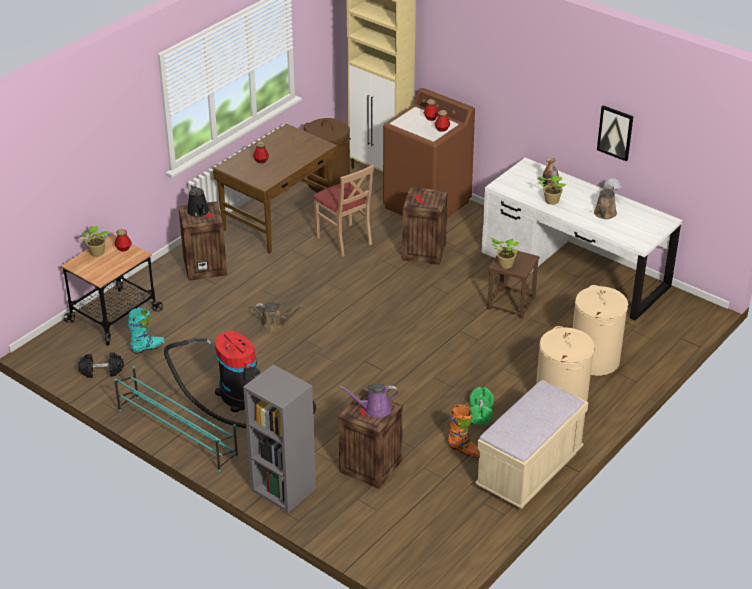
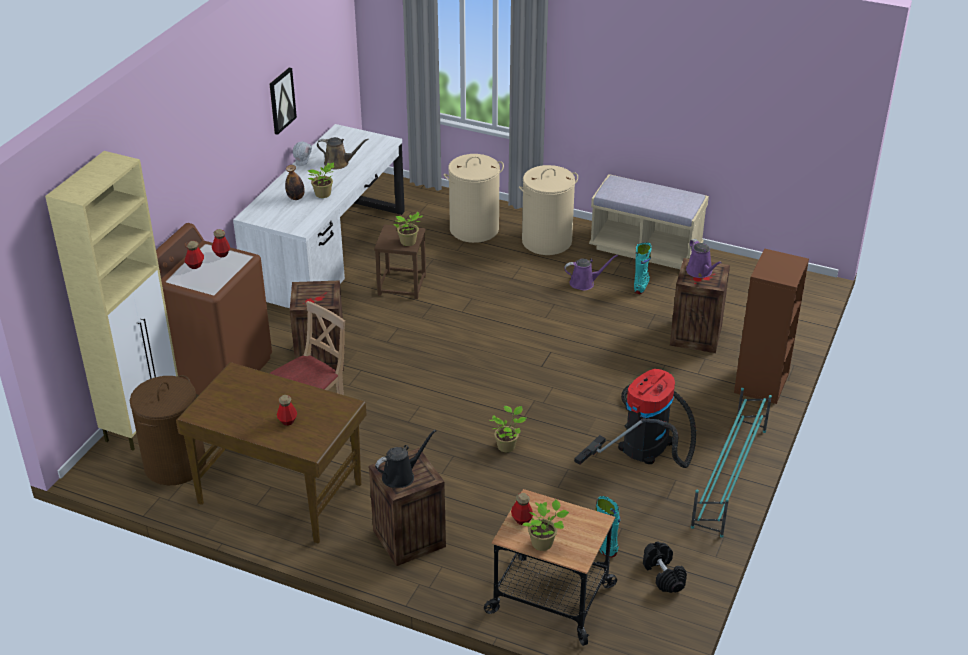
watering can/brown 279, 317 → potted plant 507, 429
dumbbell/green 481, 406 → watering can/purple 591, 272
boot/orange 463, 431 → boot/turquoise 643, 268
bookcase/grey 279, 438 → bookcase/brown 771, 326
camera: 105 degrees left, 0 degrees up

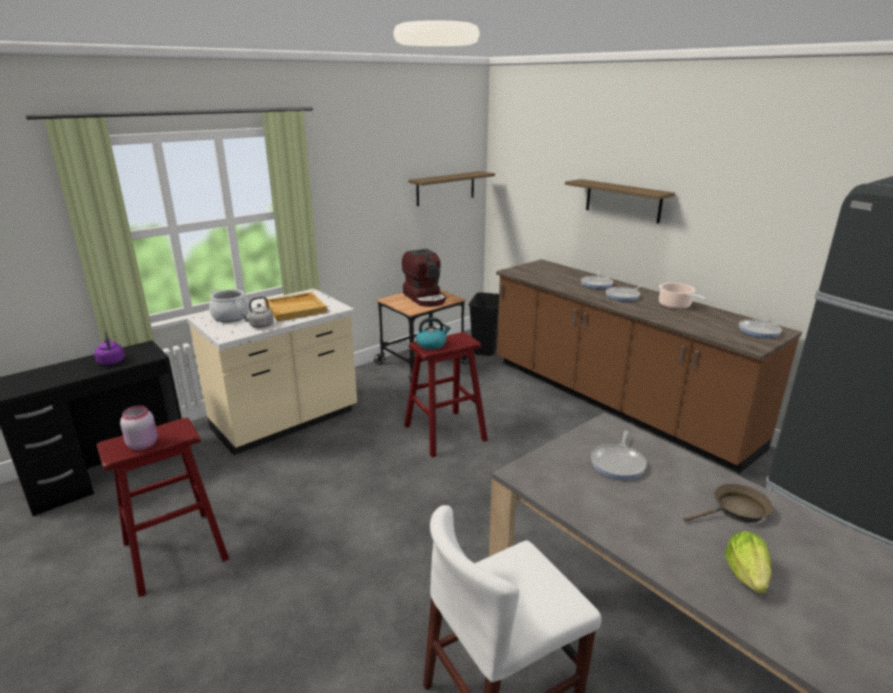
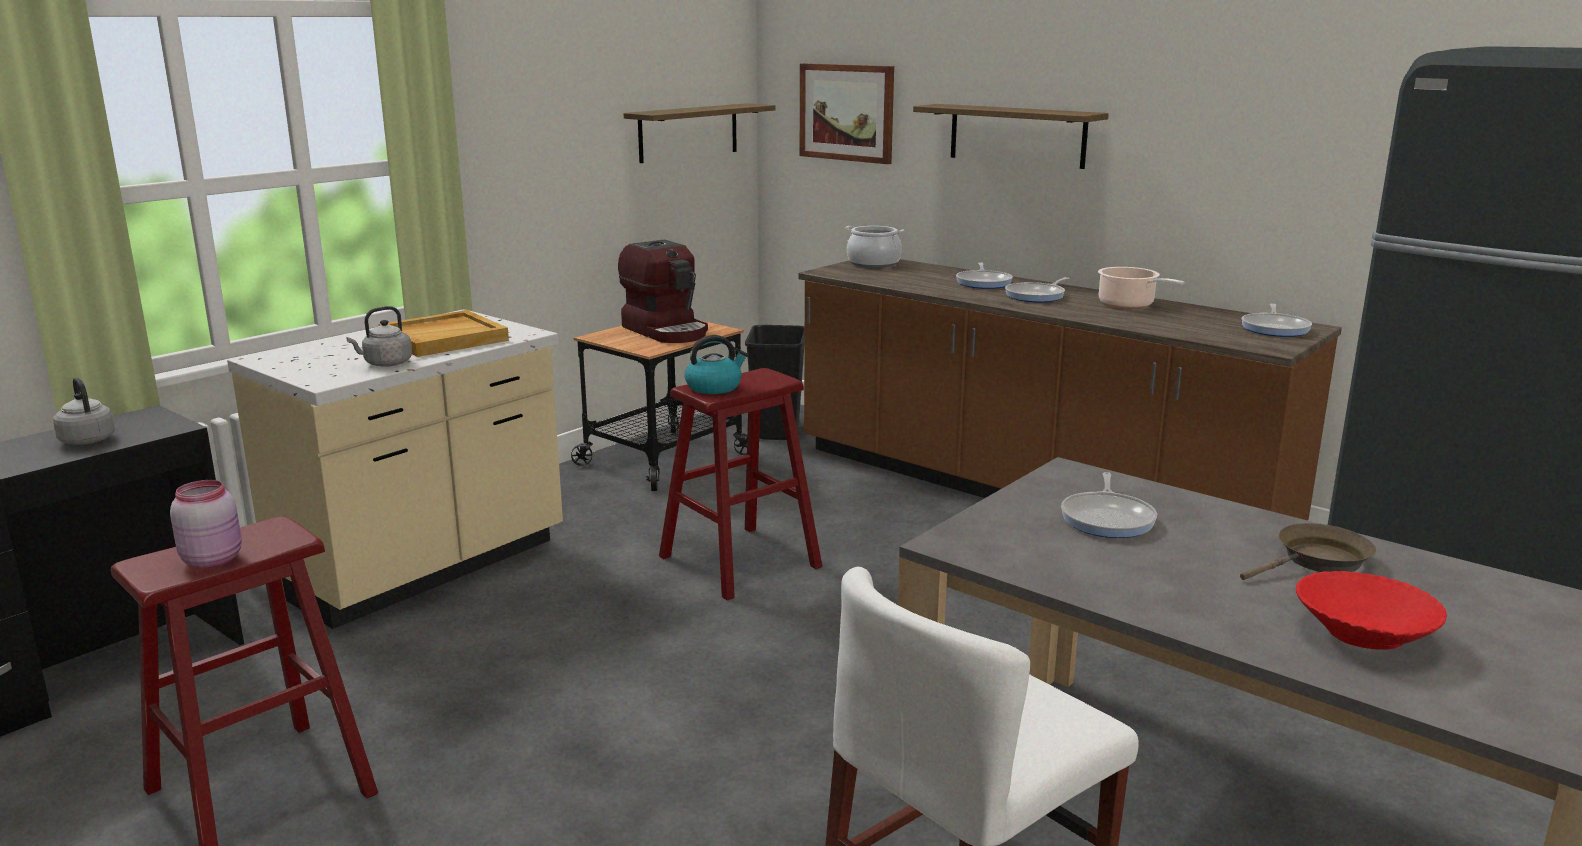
kettle/purple 109, 348 → kettle/grey 84, 411
- → picture 847, 113
cooking pot 229, 305 → cooking pot 875, 247, relocated
lettuce 748, 562 → bowl/red 1371, 610
camera: 10 degrees left, 5 degrees down

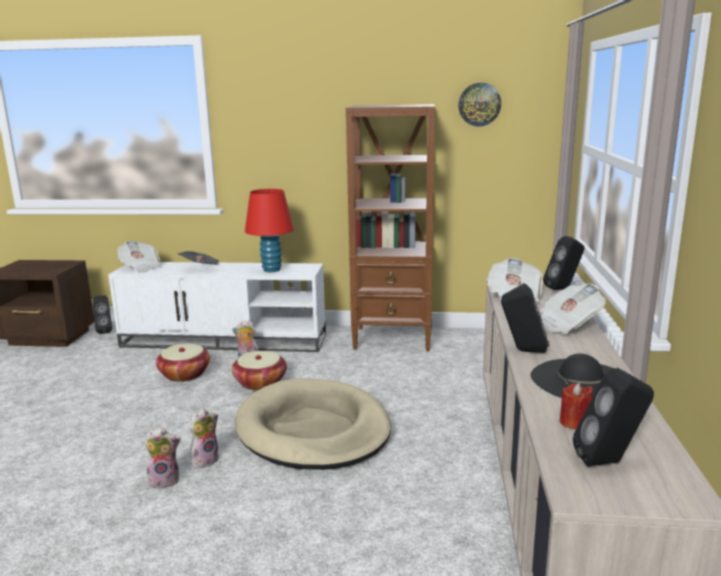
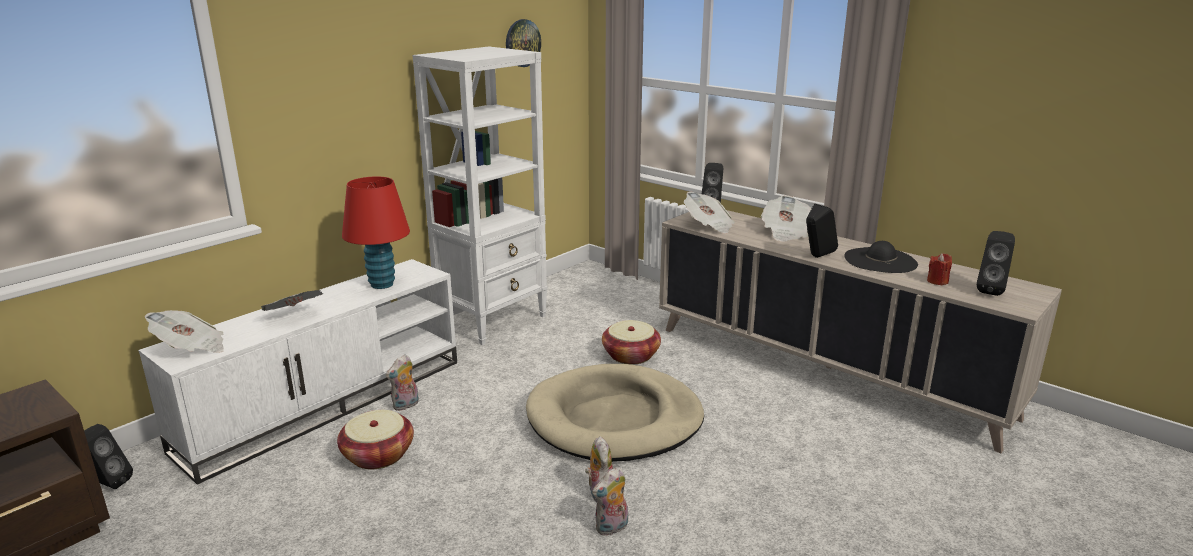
bookcase/brown 390, 227 → bookcase/white 480, 196
plush toy 163, 458 → plush toy 610, 501, 150 degrees counterclockwise
basket 259, 371 → basket 631, 342, relocated
camera: 55 degrees left, 5 degrees up

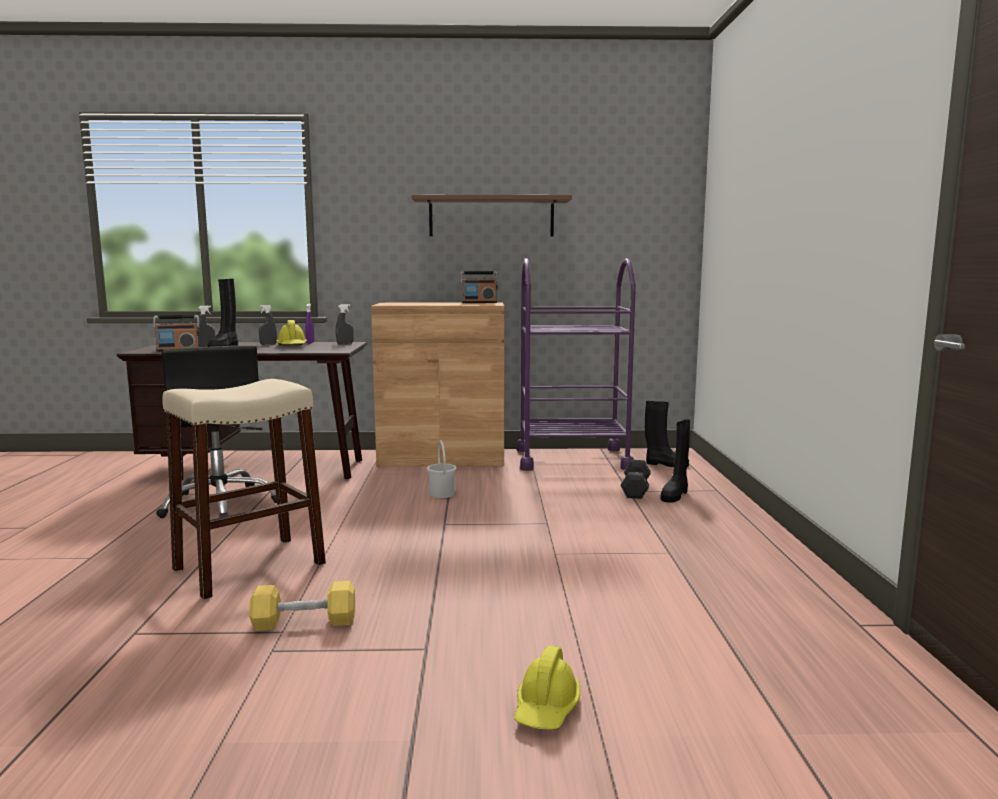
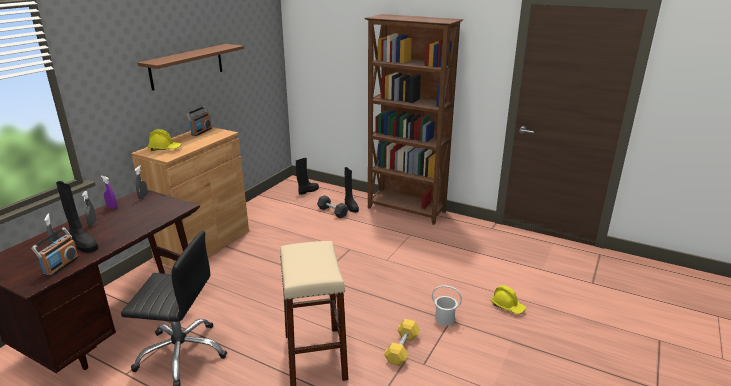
hard hat/yellow 291, 332 → hard hat/yellow 164, 140, relocated
- → bookcase/brown 413, 119
bucket/white 442, 469 → bucket/white 447, 305, relocated
cart/purple 576, 364 → -
camera: 60 degrees left, 15 degrees up

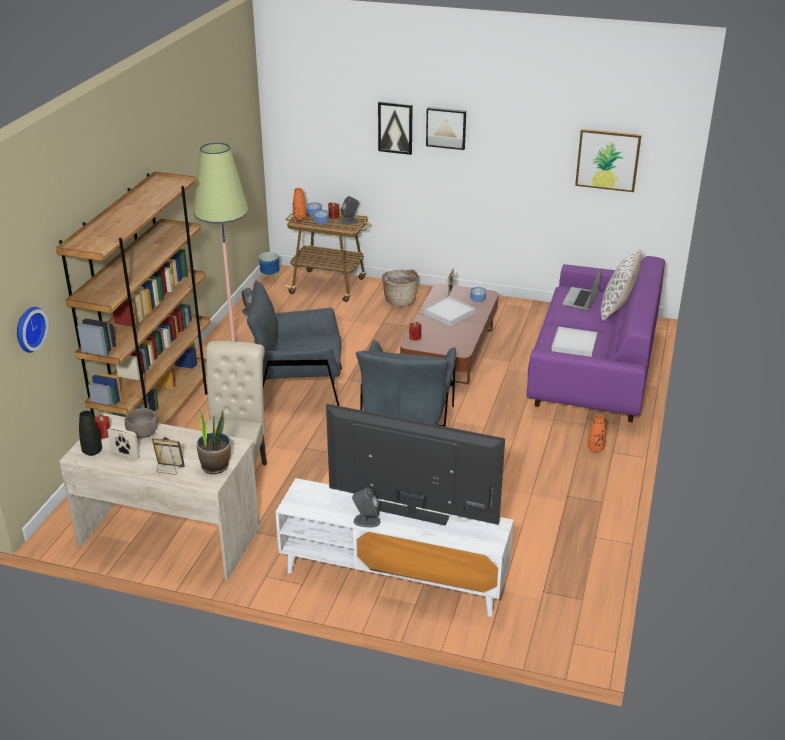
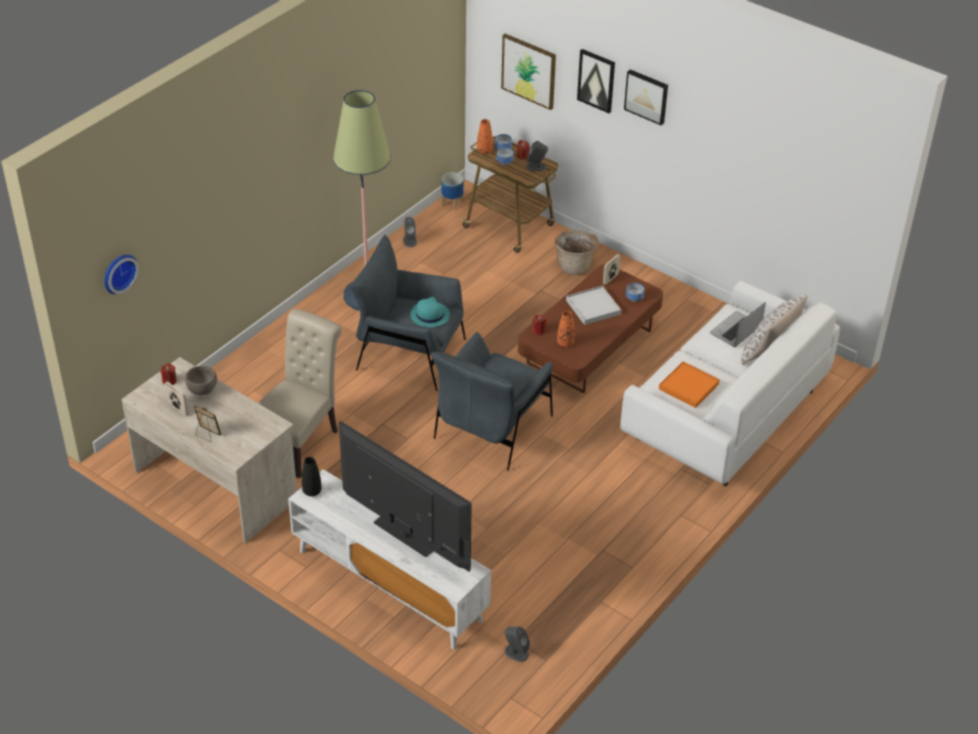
vase/black 90, 433 → vase/black 312, 476, relocated
- → hat/turquoise 430, 311
picture 608, 160 → picture 528, 72, relocated
speaker/grey 366, 508 → speaker/grey 517, 644, relocated
vase/orange 597, 434 → vase/orange 566, 329, relocated
sofa/purple 596, 339 → sofa/white 730, 383
tray/white 574, 342 → tray/orange 689, 385
bookcase/brown 133, 297 → -
potted plant 214, 442 → -
camera: 20 degrees right, 10 degrees up

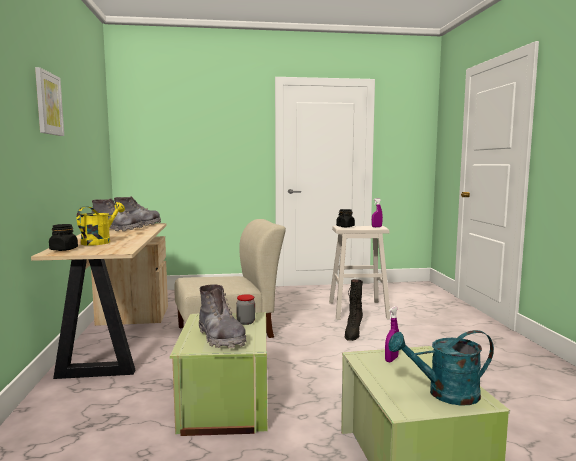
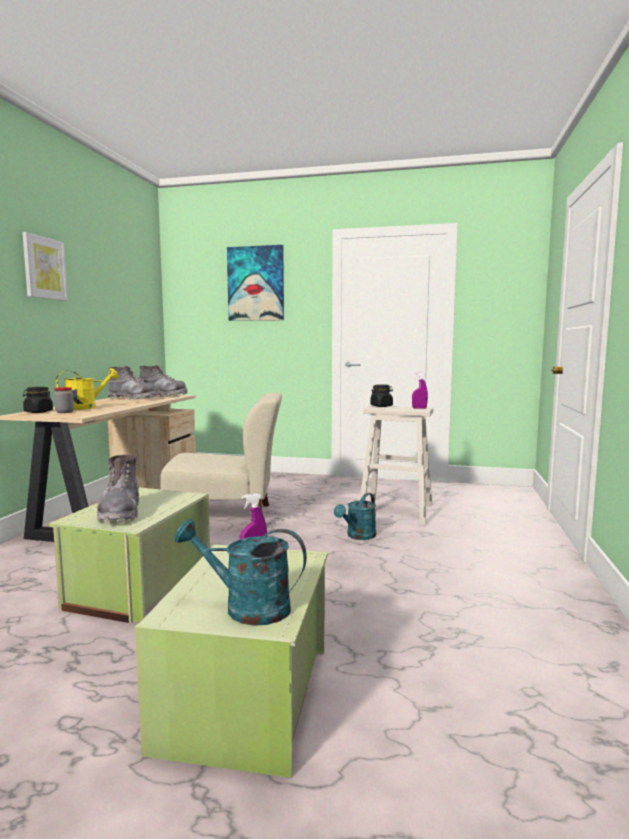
jar 245, 309 → jar 64, 400, relocated
- → picture 255, 283
boot/black 354, 310 → watering can/turquoise 355, 516
camera: 20 degrees right, 0 degrees up

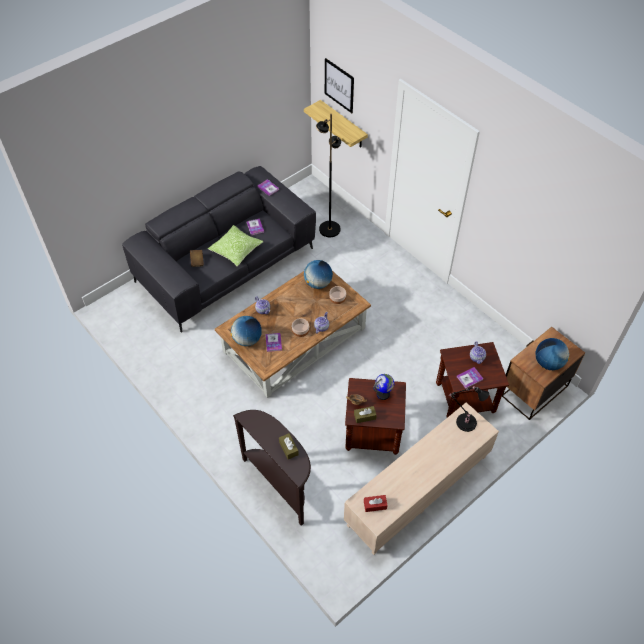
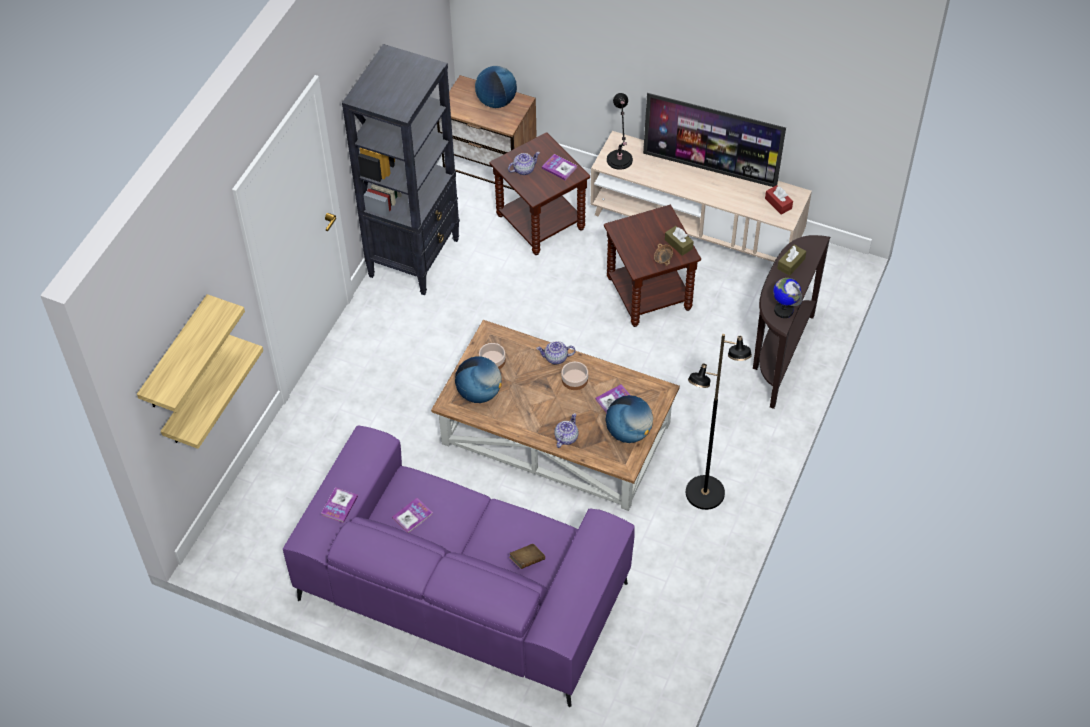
picture 339, 85 → shelf 191, 353
sofa/grey 219, 249 → sofa/purple 459, 566
- → bookcase/black 401, 169
- → television 714, 140
floor lamp/black 328, 175 → floor lamp/black 719, 422, relocated
globe 383, 387 → globe 788, 298, relocated
pillow 235, 245 → -
camera: 115 degrees left, 0 degrees up

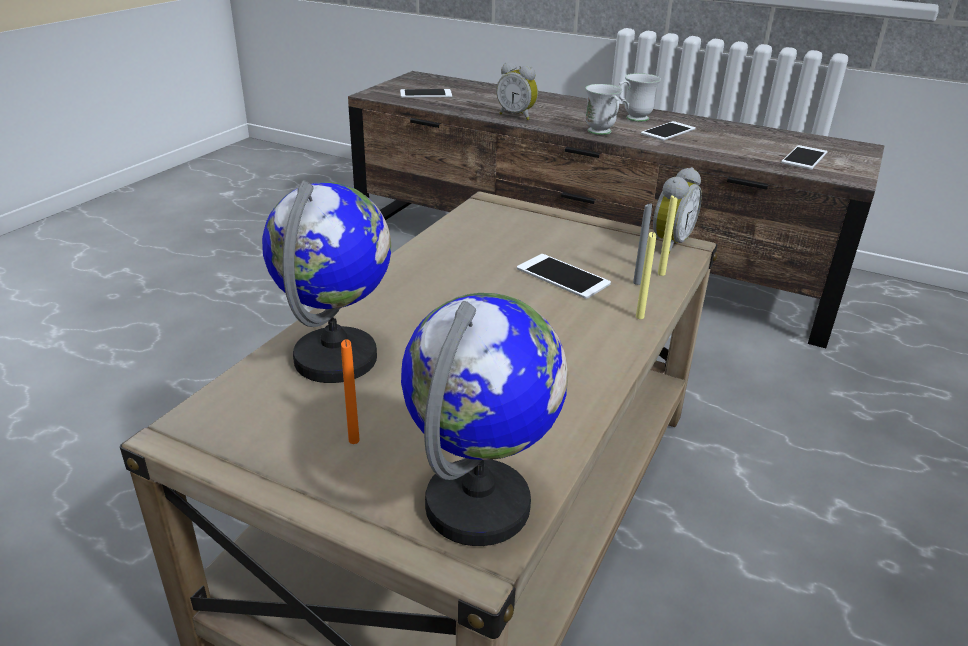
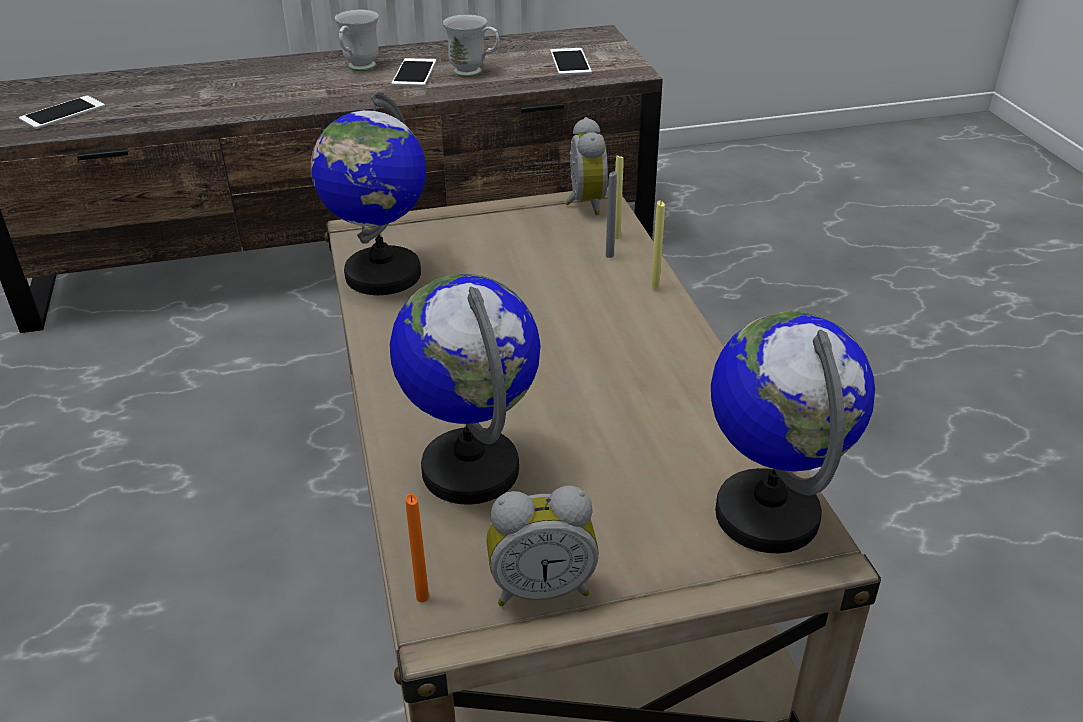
- → globe 368, 193
candle/orange 350, 391 → candle/orange 417, 548, relocated
mug/white 604, 109 → mug/white 471, 45, relocated
alarm clock 517, 91 → alarm clock 542, 546, relocated
phone 564, 276 → -
camera: 40 degrees left, 5 degrees up

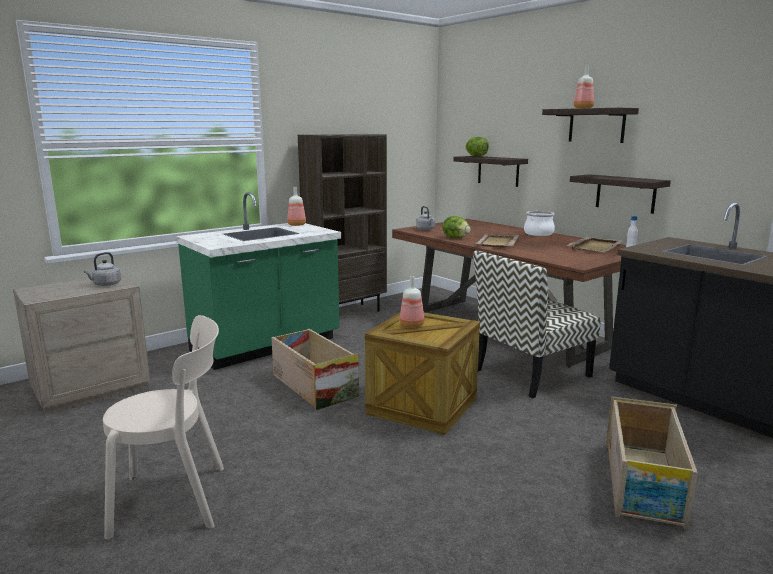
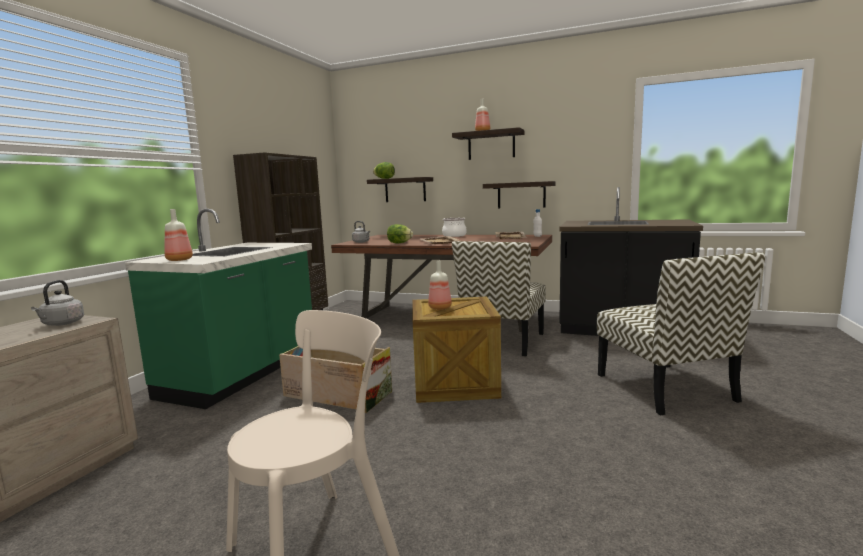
bottle 296, 206 → bottle 178, 235, relocated
crate 652, 463 → chair 681, 334
camera: 30 degrees left, 5 degrees down

